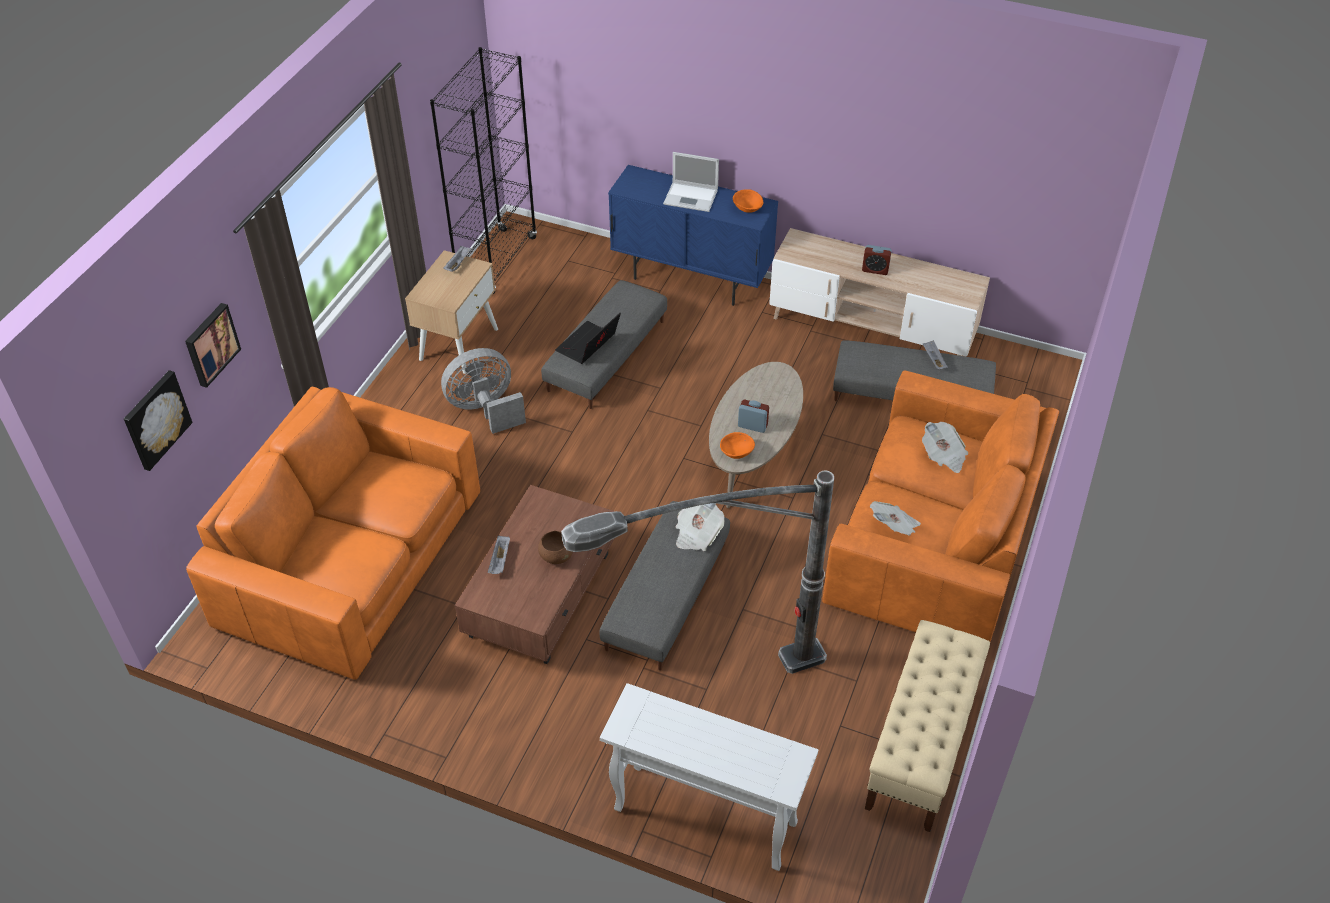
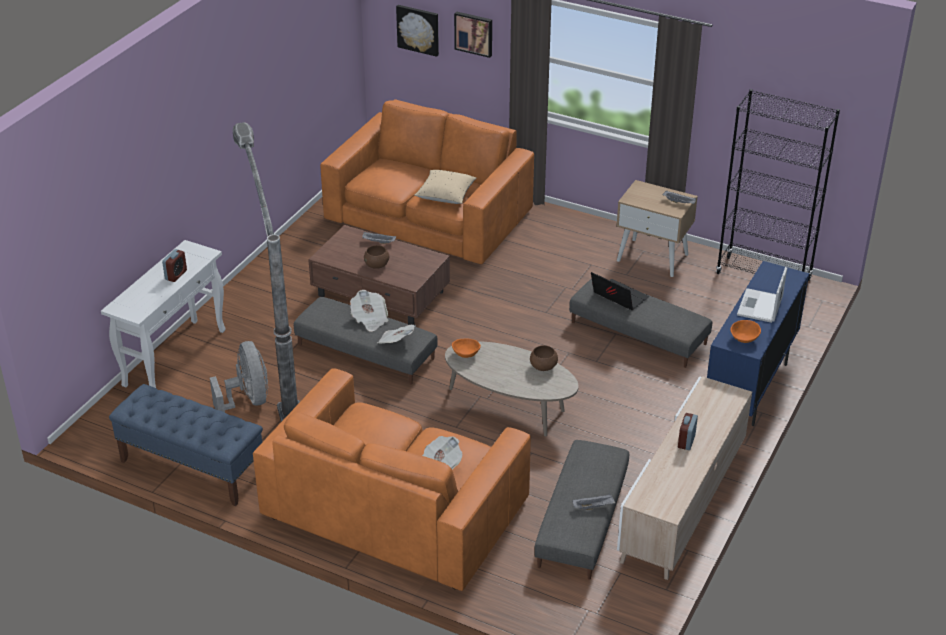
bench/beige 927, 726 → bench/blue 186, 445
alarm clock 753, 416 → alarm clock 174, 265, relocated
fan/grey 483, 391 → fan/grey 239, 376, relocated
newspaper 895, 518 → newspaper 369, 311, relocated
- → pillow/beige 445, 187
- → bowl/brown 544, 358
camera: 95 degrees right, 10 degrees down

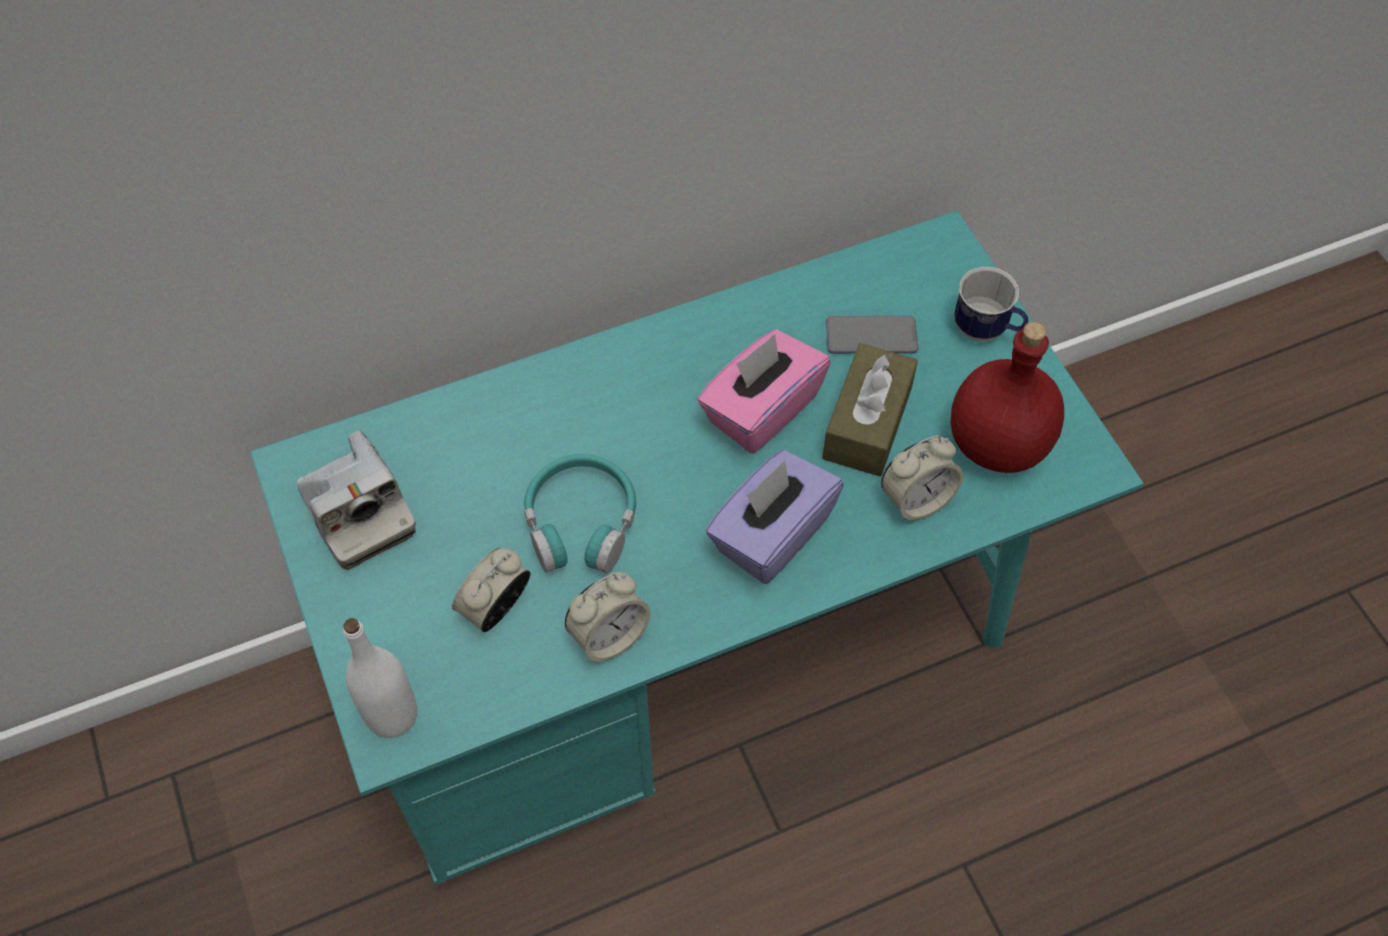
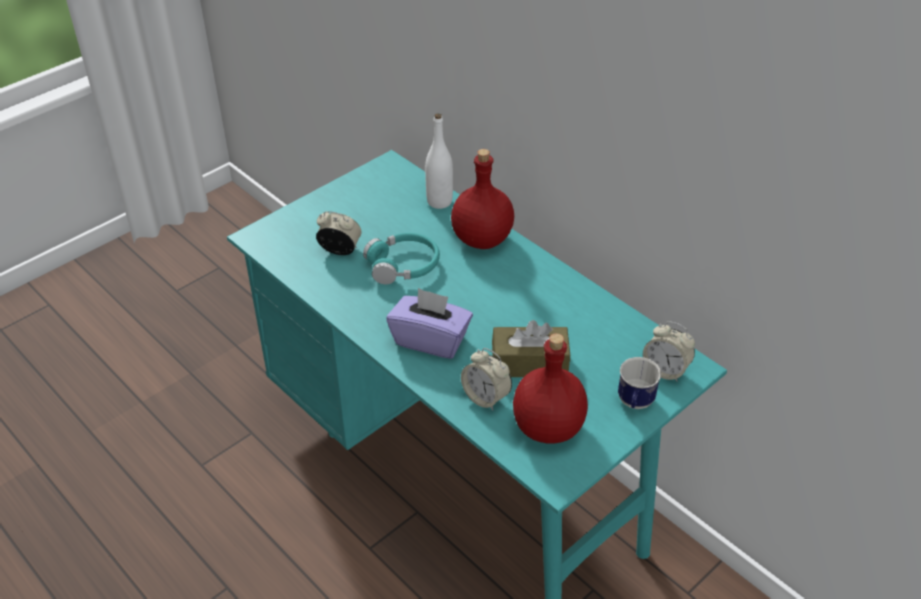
bottle/white 380, 678 → bottle/white 439, 161, relocated
- → bottle/red 482, 199
alarm clock 608, 617 → alarm clock 669, 351, relocated
photo camera 356, 500 → -
tissue box/pink 764, 391 → -
phone 872, 335 → -
camera: 70 degrees right, 15 degrees down

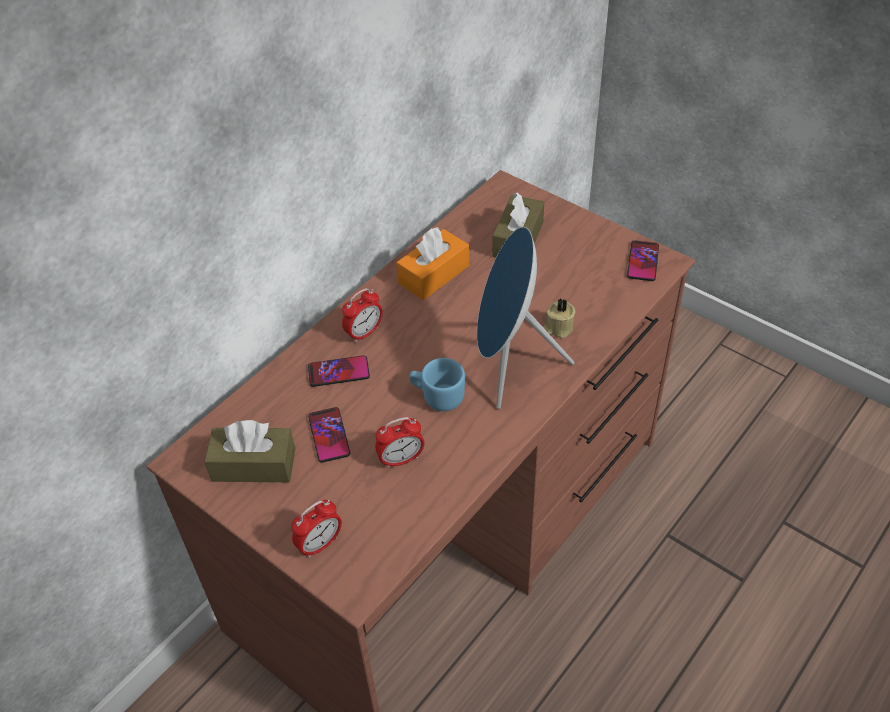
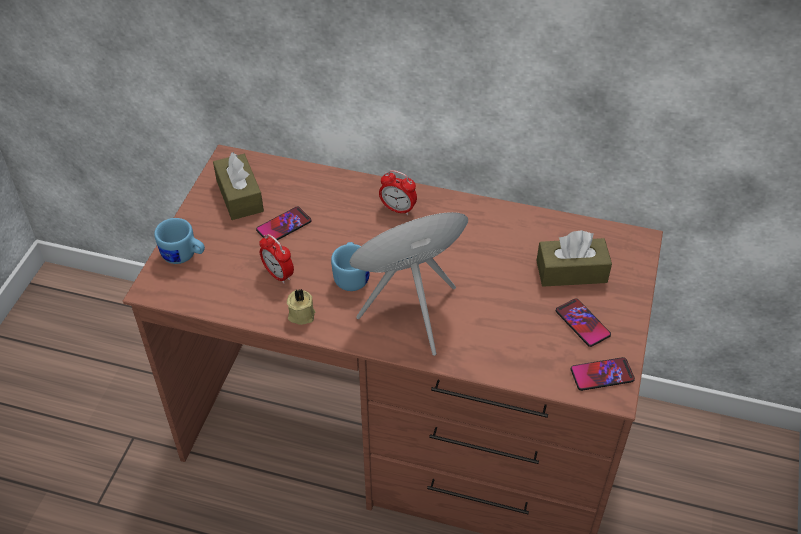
alarm clock 316, 529 → mug/blue 179, 241
candle/beige 559, 318 → candle/beige 301, 307, relocated
phone 339, 371 → phone 583, 322, relocated
tissue box/orange 432, 263 → -
camera: 65 degrees right, 0 degrees up

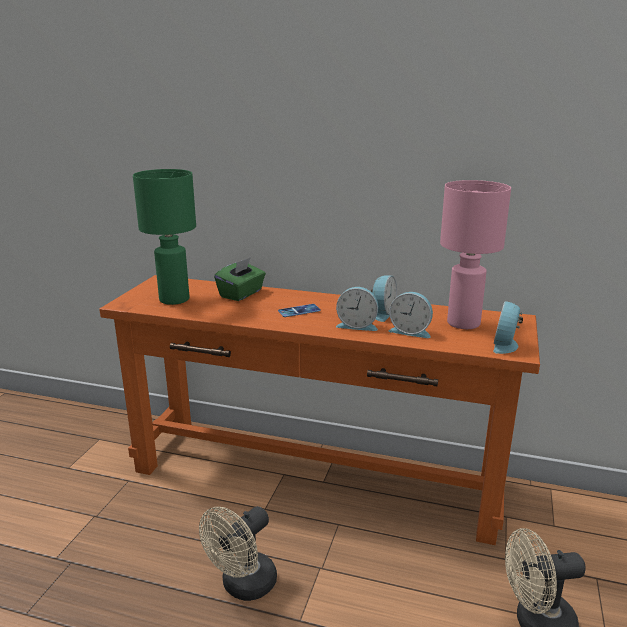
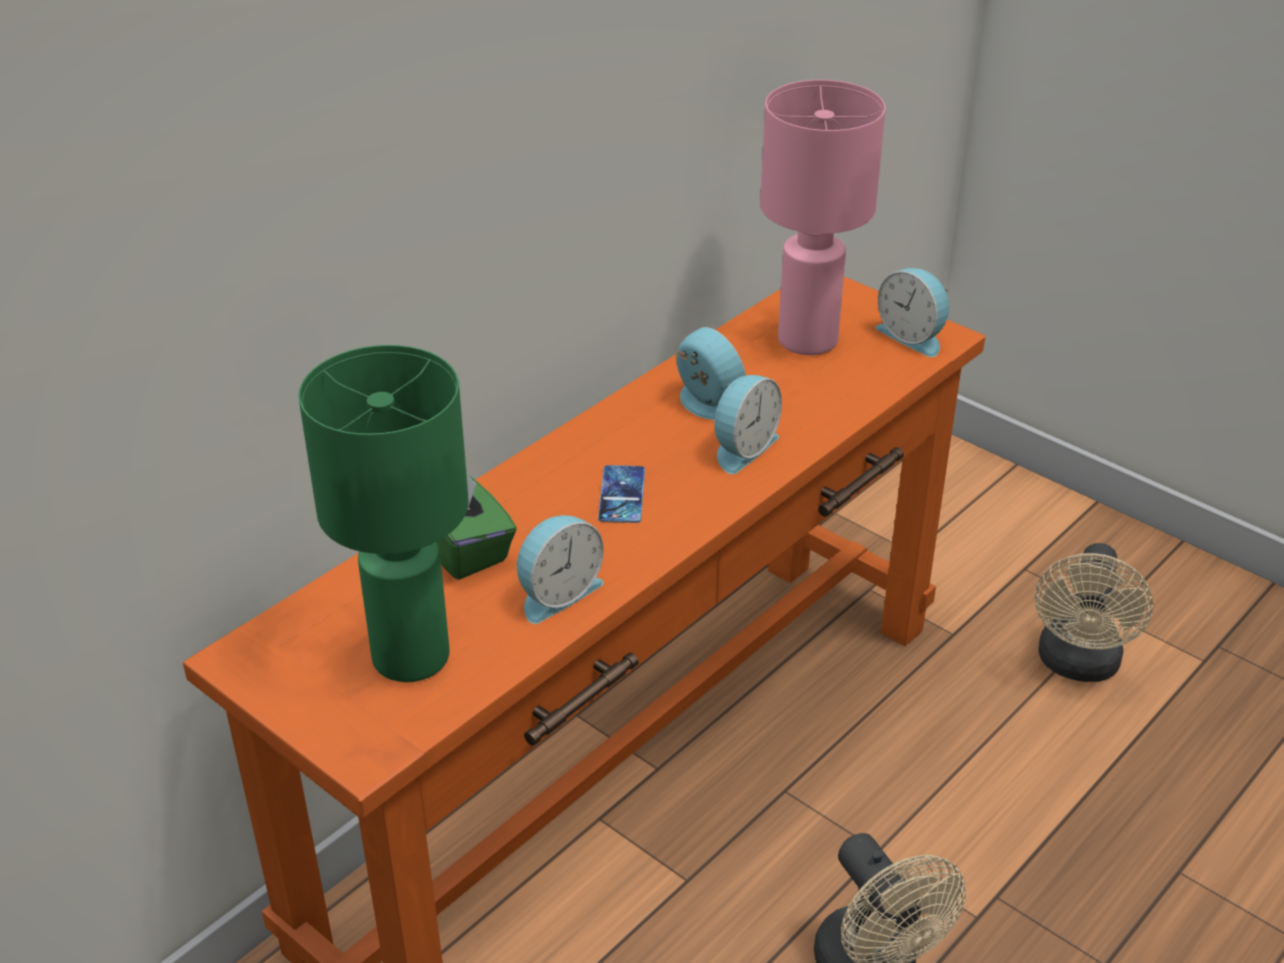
alarm clock 411, 315 → alarm clock 560, 569, relocated
camera: 65 degrees left, 15 degrees up

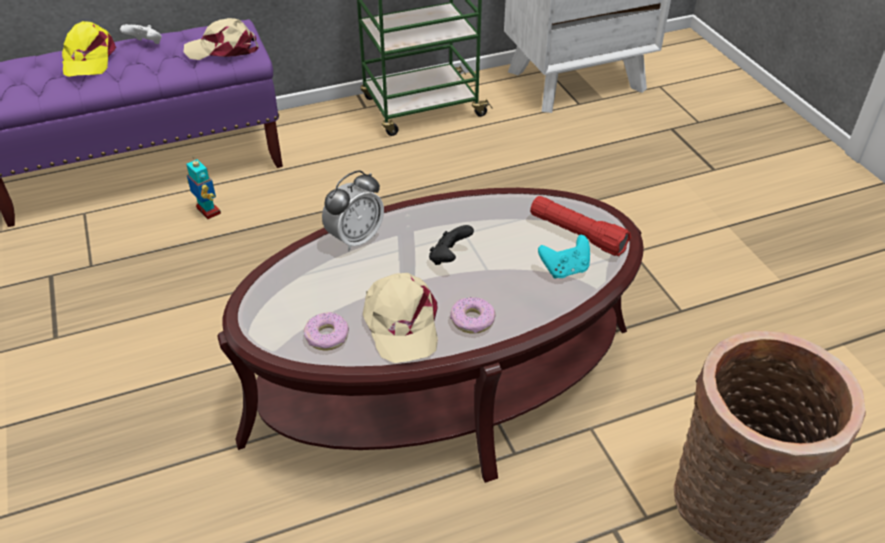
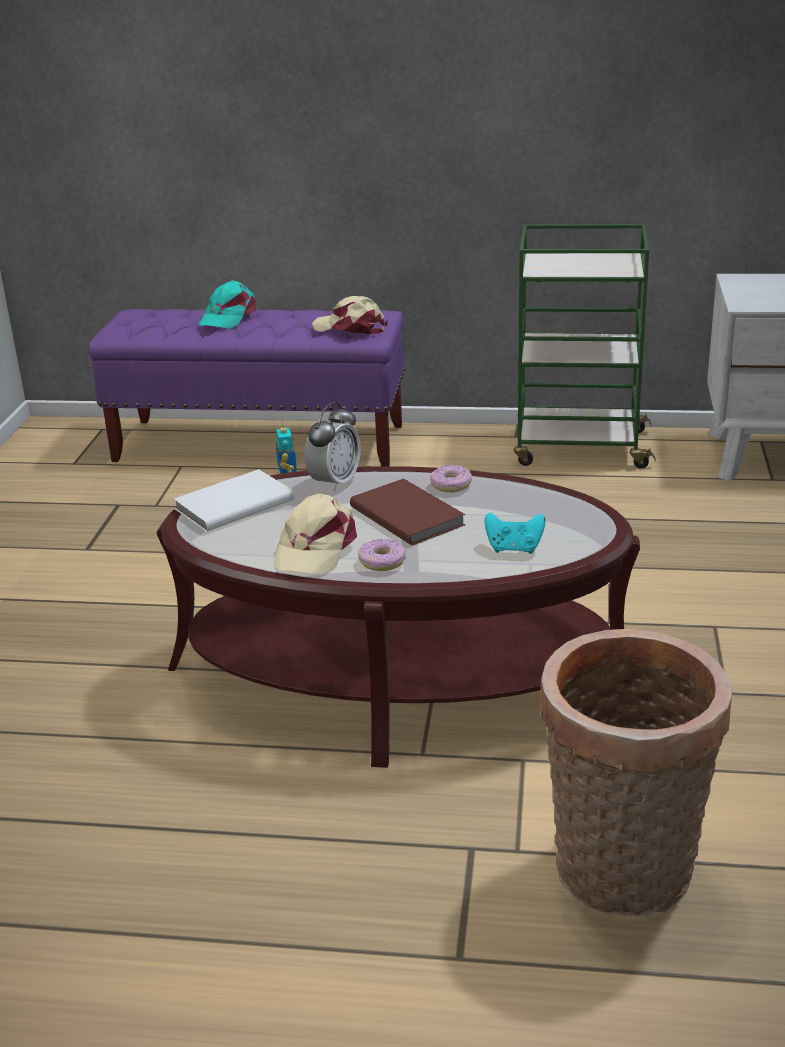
- → book/white 234, 500
cap/yellow 89, 49 → cap/turquoise 227, 304
alarm clock 353, 211 → alarm clock 332, 447, 45 degrees counterclockwise
game controller/black 451, 245 → book/brown 407, 512
donut 326, 331 → donut 451, 478, relocated
game controller/white 141, 34 → -
flashlight/red 580, 226 → -
camera: 30 degrees right, 15 degrees down

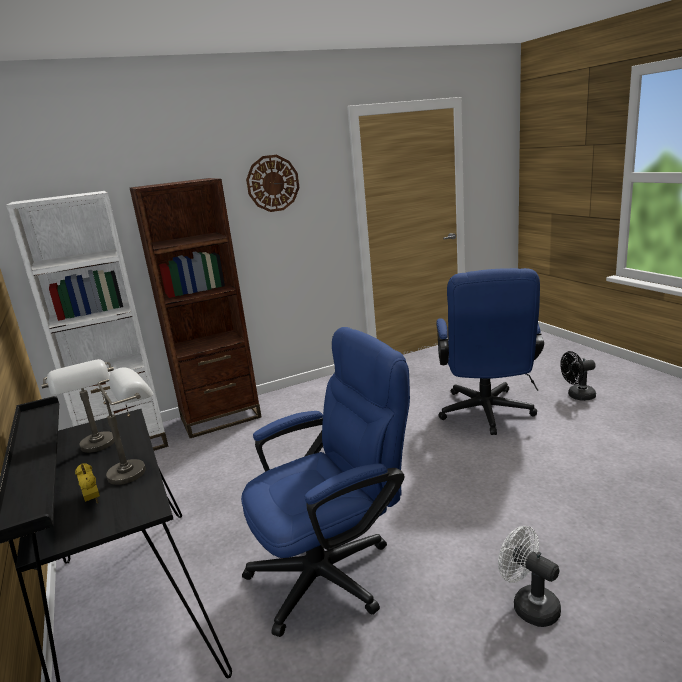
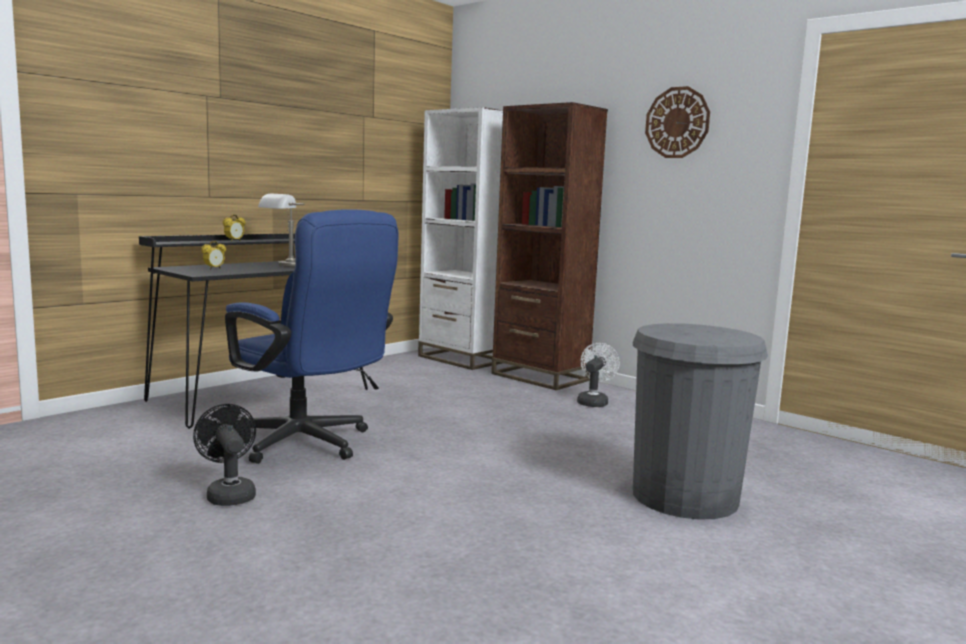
fan/black 578, 376 → fan/black 224, 455, relocated
- → alarm clock 234, 228
fan/white 529, 576 → fan/white 598, 375, relocated
office chair/blue 490, 351 → trash can/grey 700, 421
table lamp/grey 125, 426 → -
camera: 65 degrees right, 10 degrees down

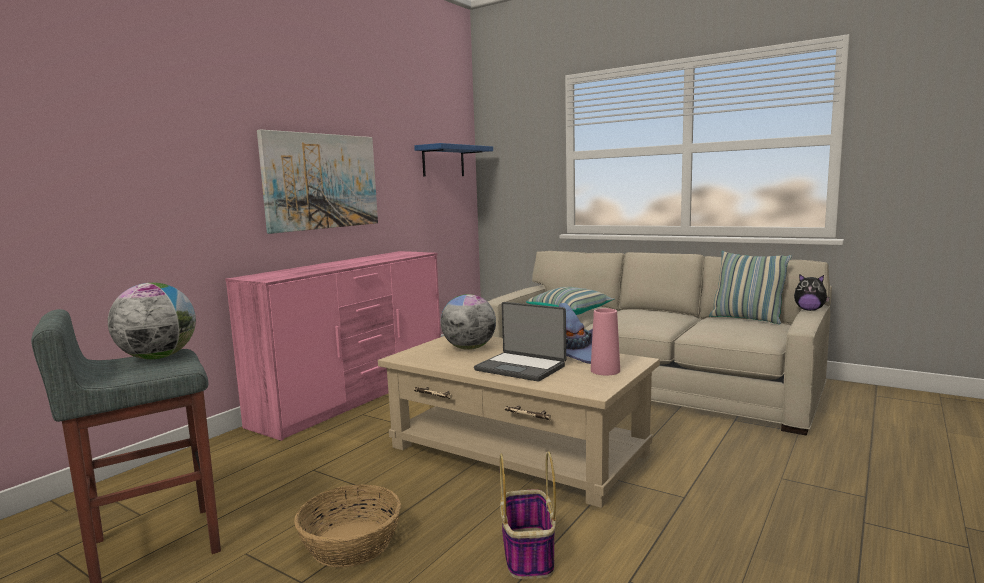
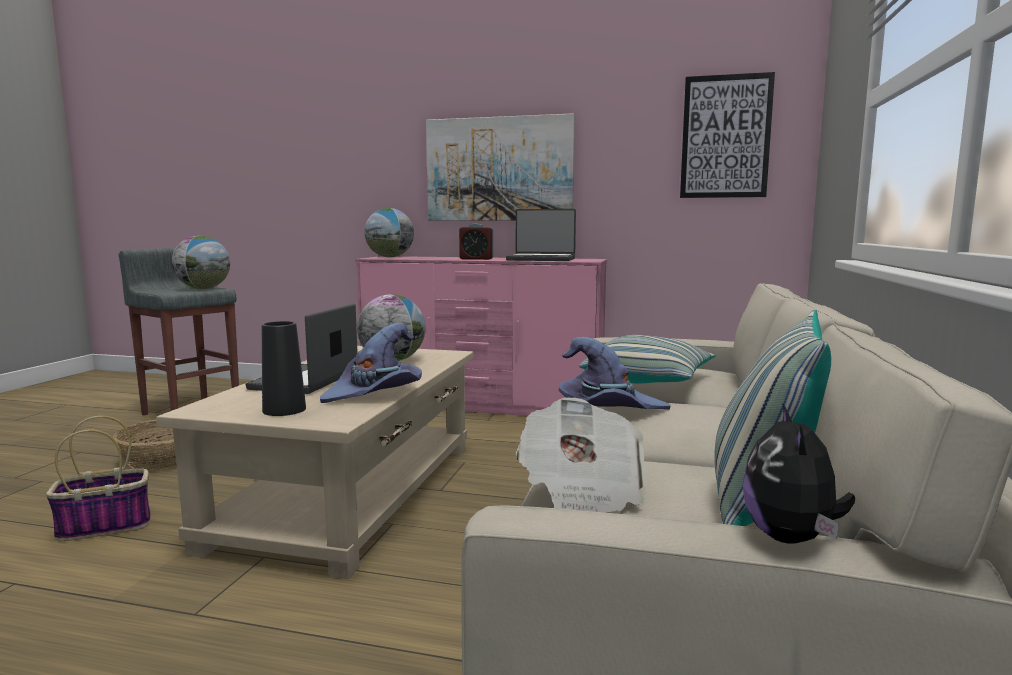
vase/pink 605, 341 → vase/black 284, 368
- → globe 389, 232
- → alarm clock 476, 241
- → laptop 541, 235
- → newspaper 580, 455
- → hat/purple 615, 373
shelf/blue 453, 159 → picture 727, 135
camera: 70 degrees right, 0 degrees up

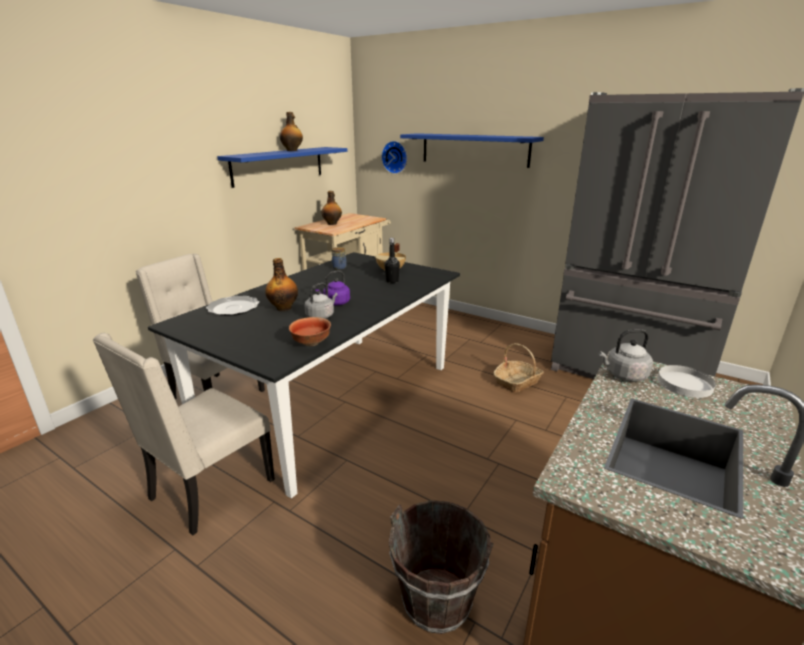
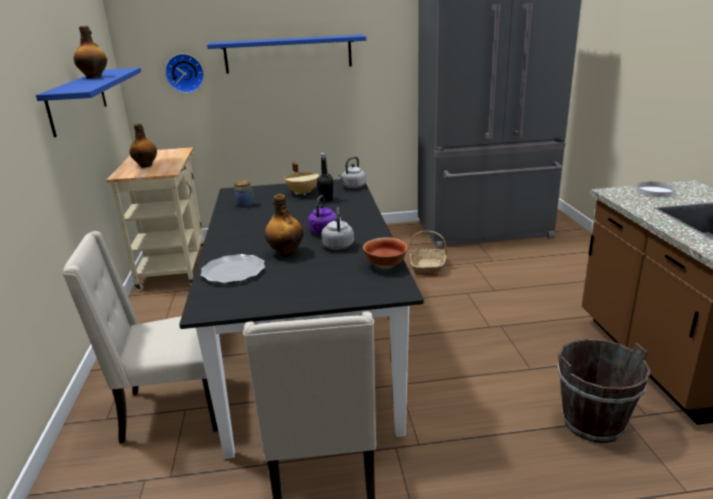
kettle/grey 626, 355 → kettle/grey 352, 172, relocated
camera: 40 degrees left, 0 degrees up

